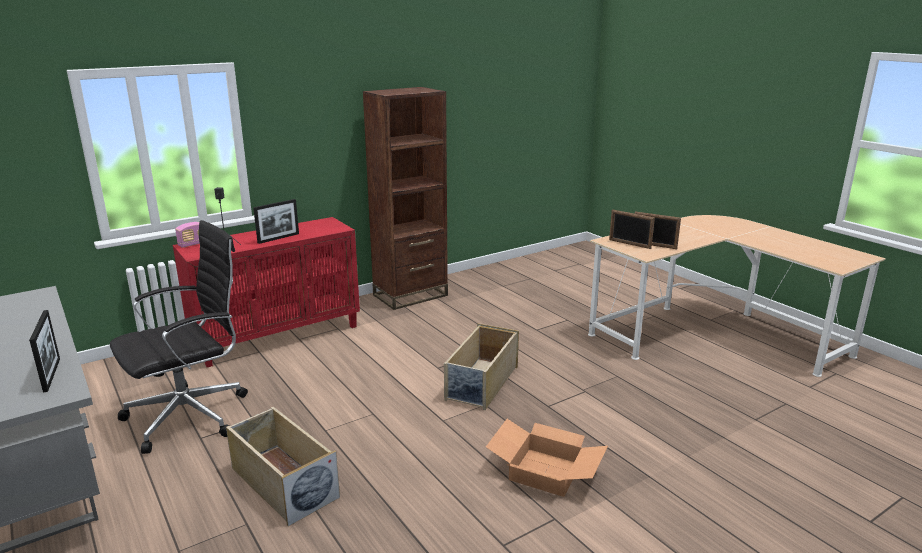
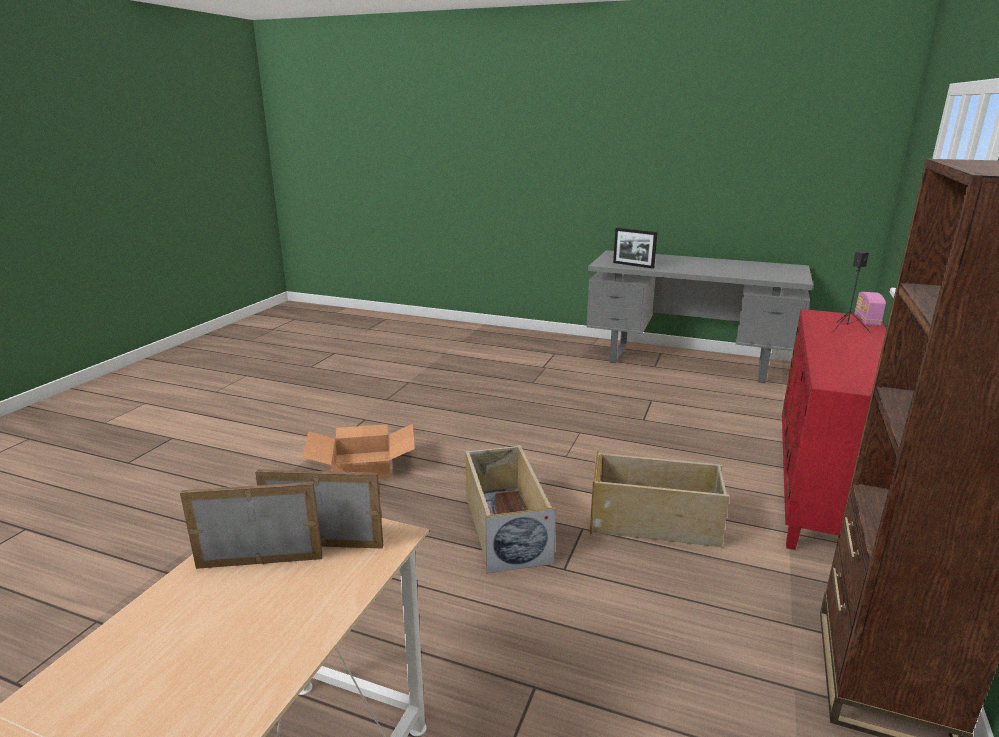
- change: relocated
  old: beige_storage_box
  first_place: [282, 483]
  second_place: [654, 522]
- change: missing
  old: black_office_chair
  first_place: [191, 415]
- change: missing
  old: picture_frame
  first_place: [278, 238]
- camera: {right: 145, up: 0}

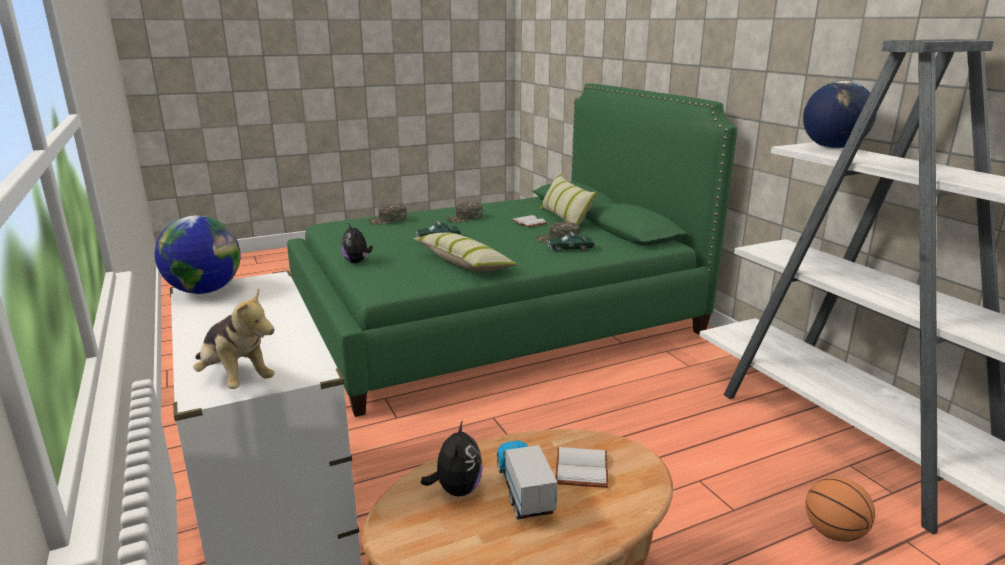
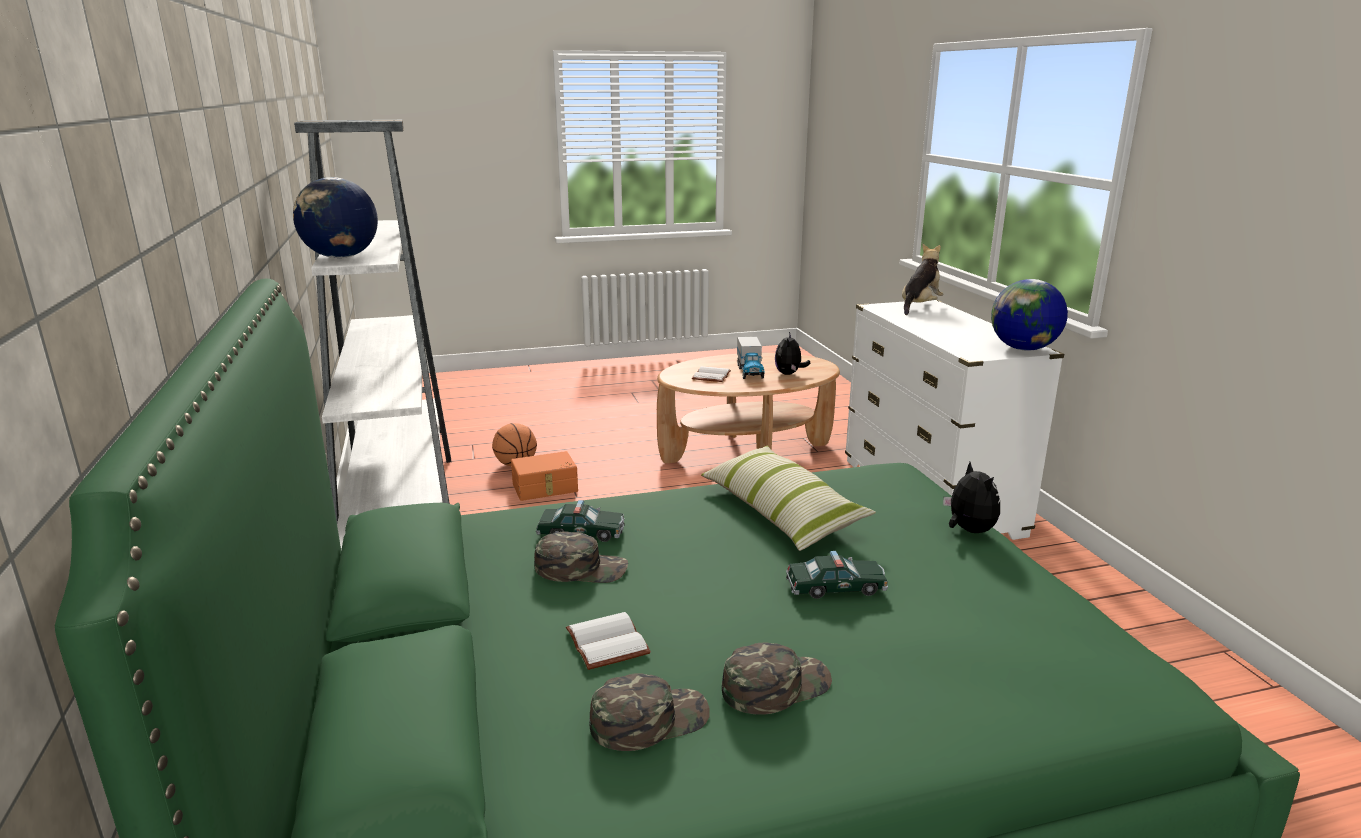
- change: appeared
  new: orange_storage_box
  second_place: [545, 488]
- change: relocated
  old: green_cap
  first_place: [387, 220]
  second_place: [649, 719]
- change: spun
  old: plush_toy
  first_place: [235, 379]
  second_place: [919, 306]
  degrees: 75
- change: missing
  old: pillow
  first_place: [565, 219]
- camera: {right: -170, up: 0}

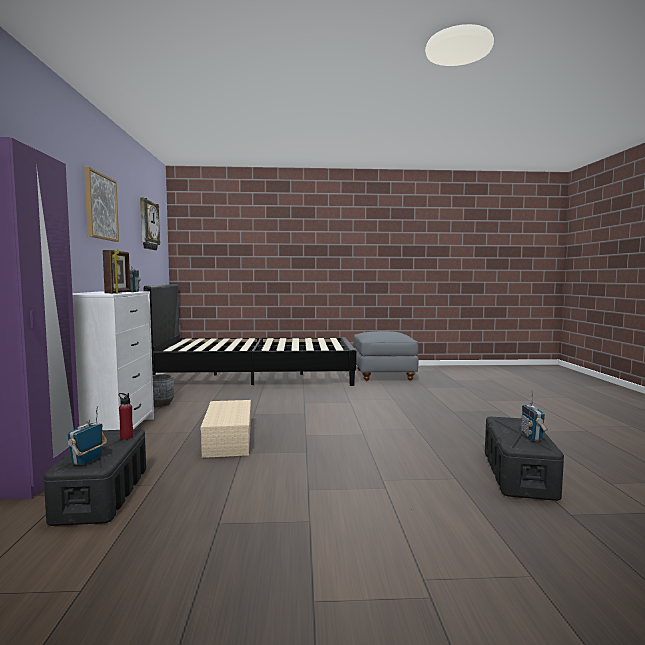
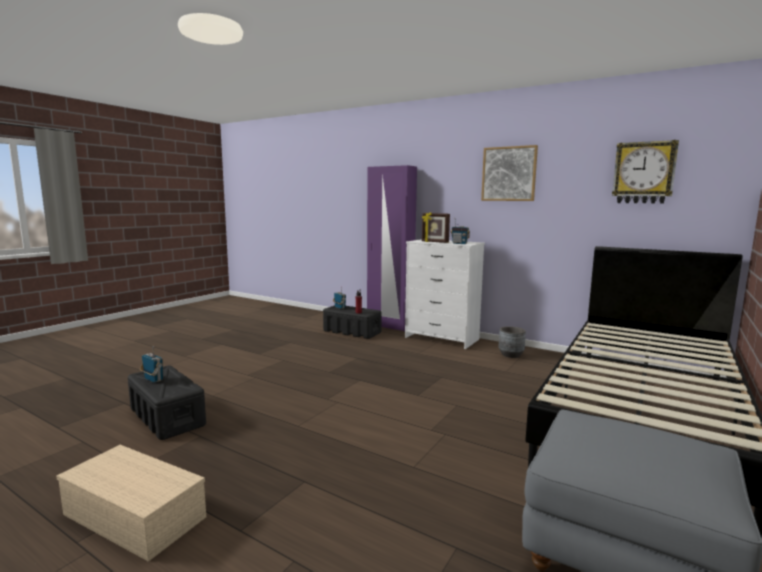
- change: relocated
  old: beige_storage_box
  first_place: [227, 439]
  second_place: [137, 515]
- camera: {right: 125, up: 5}

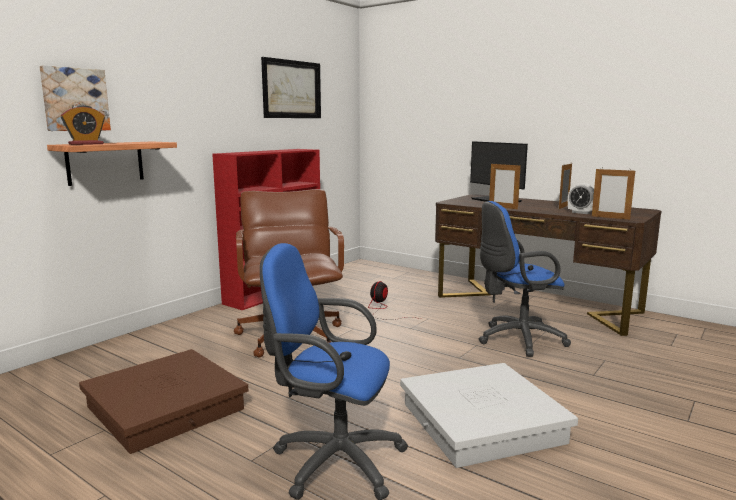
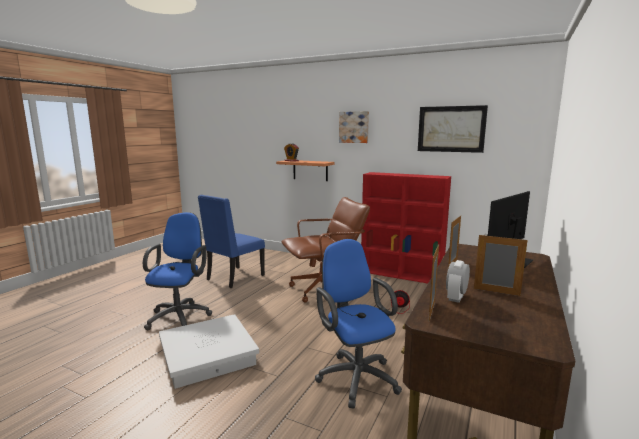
- change: exchanged
  old: brown_storage_box
  new: blue_chair
  first_place: [164, 408]
  second_place: [234, 278]
- change: relocated
  old: picture
  first_place: [75, 99]
  second_place: [354, 127]
- camera: {right: 80, up: 0}

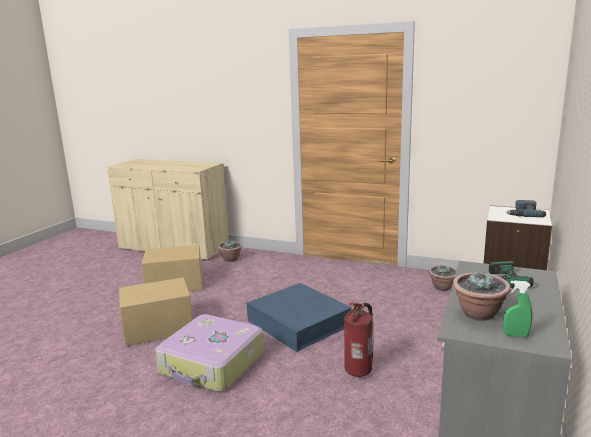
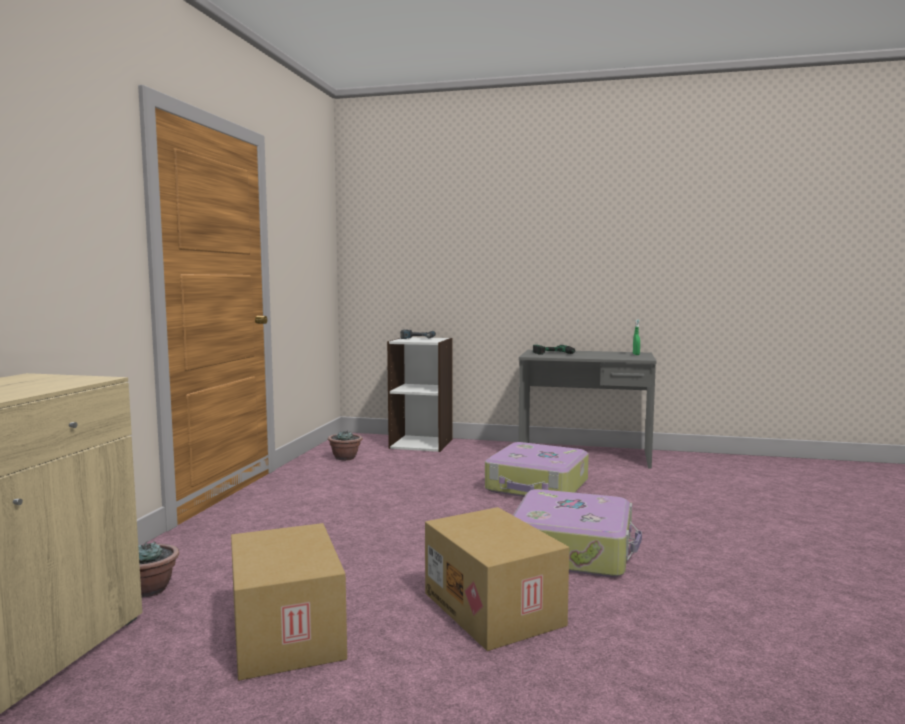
- change: exchanged
  old: fire_extinguisher
  new: suitcase
  first_place: [359, 370]
  second_place: [537, 486]
- change: missing
  old: blue_storage_box
  first_place: [298, 323]
- change: missing
  old: potted_plant
  first_place: [478, 314]
- camera: {right: -100, up: -10}

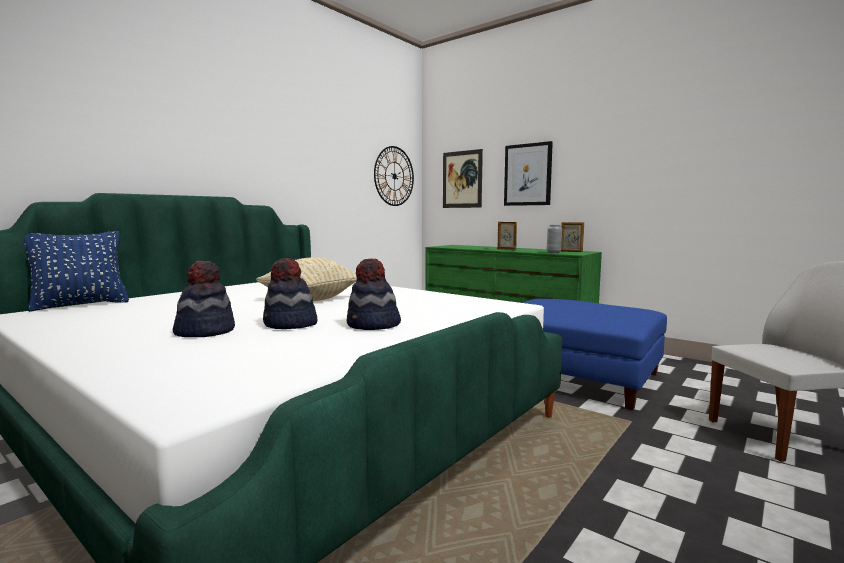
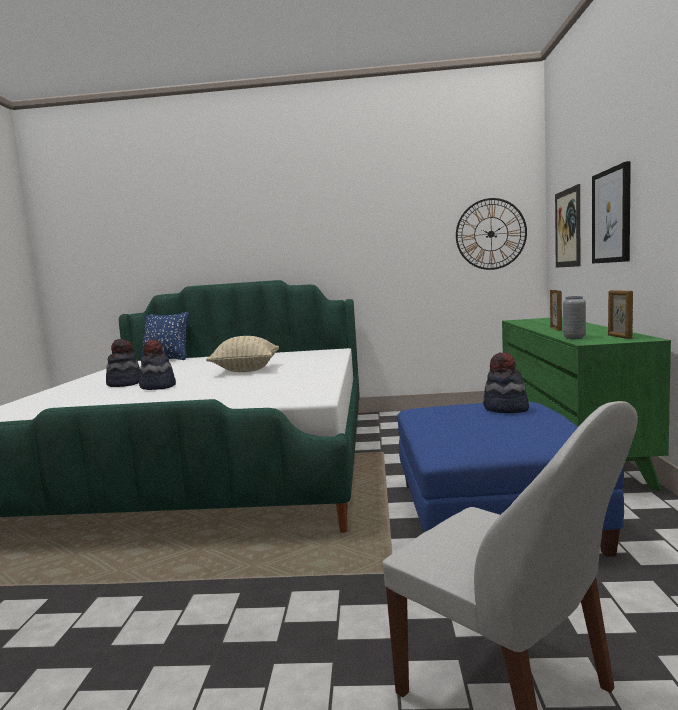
- change: relocated
  old: hat
  first_place: [373, 325]
  second_place: [505, 409]
- camera: {right: 55, up: 0}

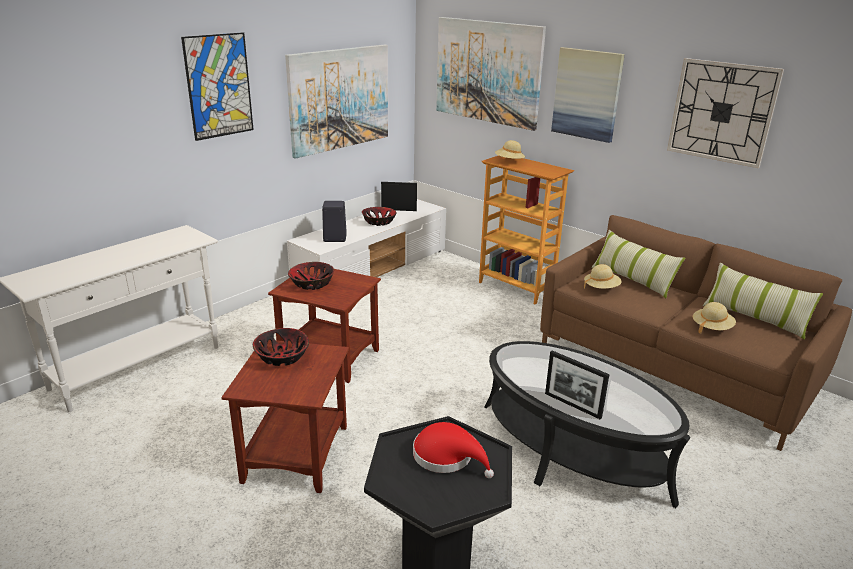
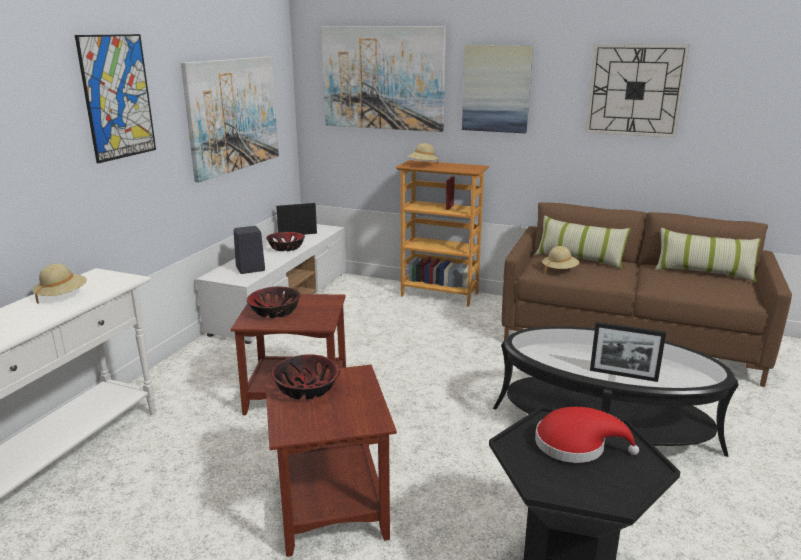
- change: relocated
  old: beige_hat
  first_place: [711, 327]
  second_place: [62, 296]
- camera: {right: -20, up: -5}

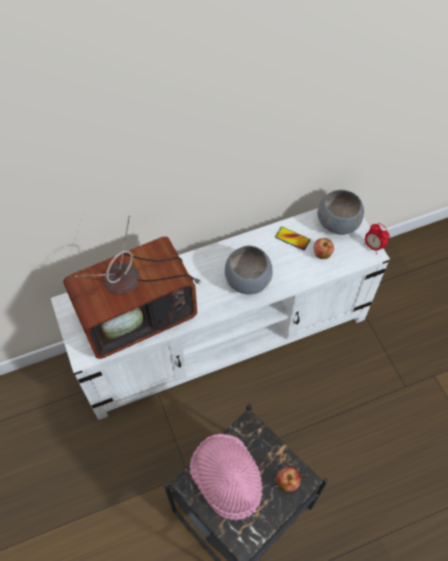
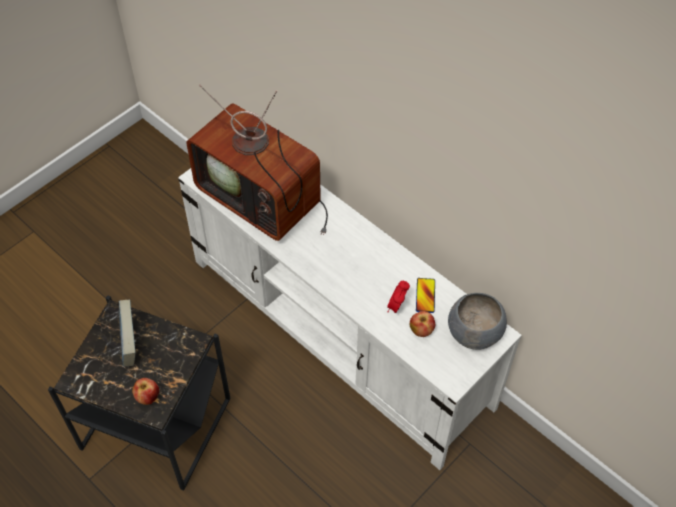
- change: exchanged
  old: pink_hat
  new: book
  first_place: [227, 480]
  second_place: [130, 345]
- change: relocated
  old: alarm_clock
  first_place: [373, 246]
  second_place: [397, 306]
- change: missing
  old: grey_bowl
  first_place: [247, 280]
- camera: {right: 65, up: -5}

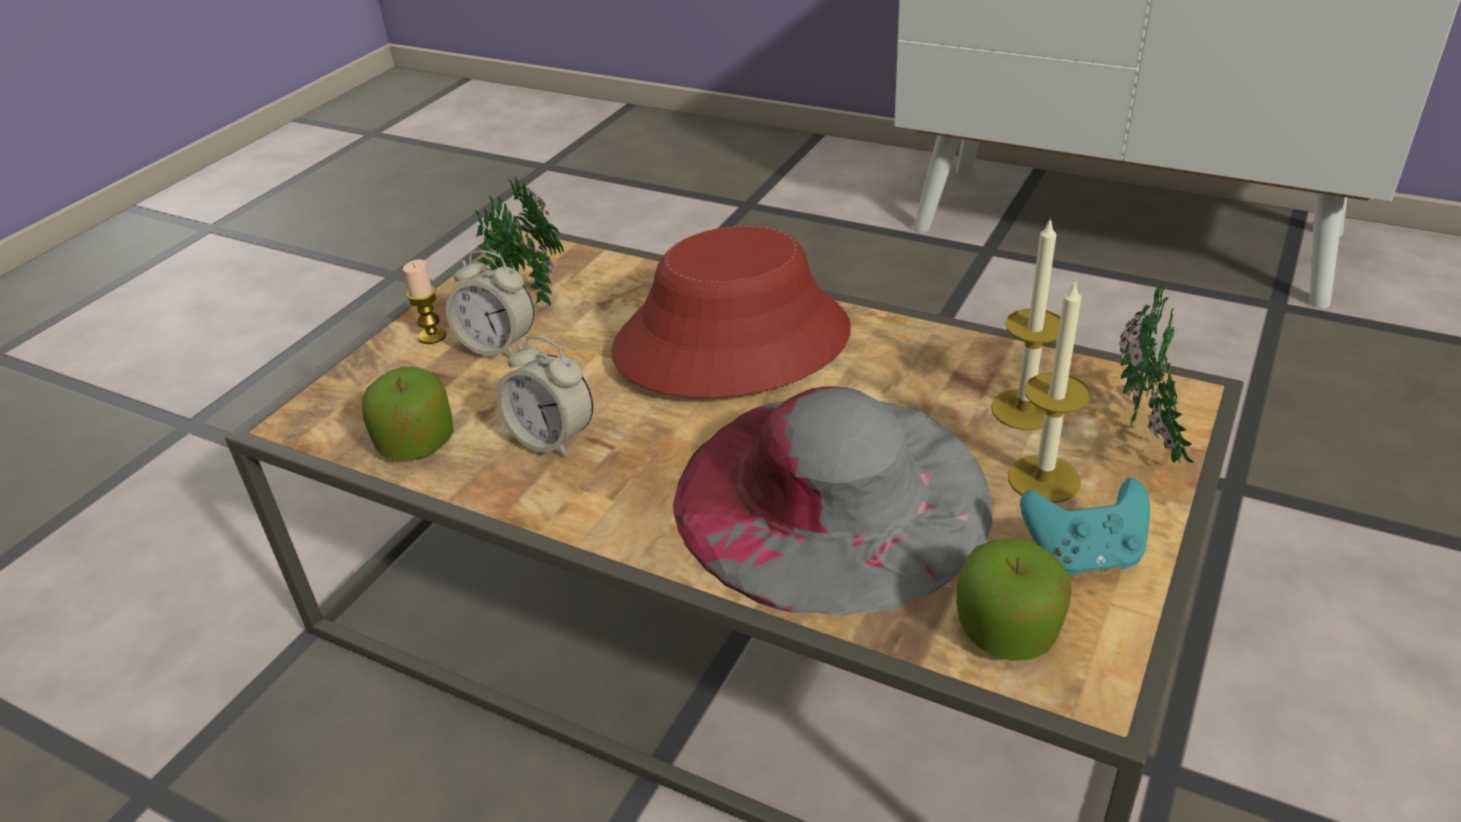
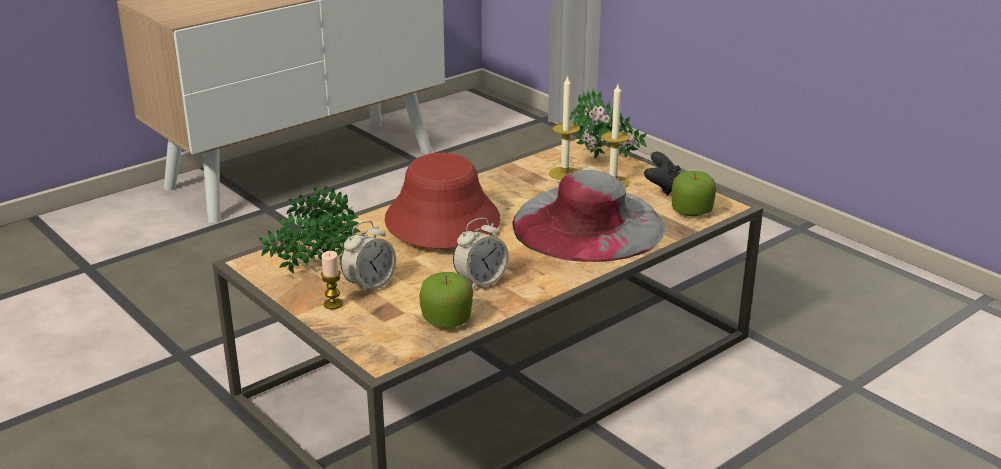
- change: colour
  old: turquoise_game_controller
  new: black_game_controller
  first_place: [1083, 556]
  second_place: [662, 188]
- camera: {right: -70, up: -10}

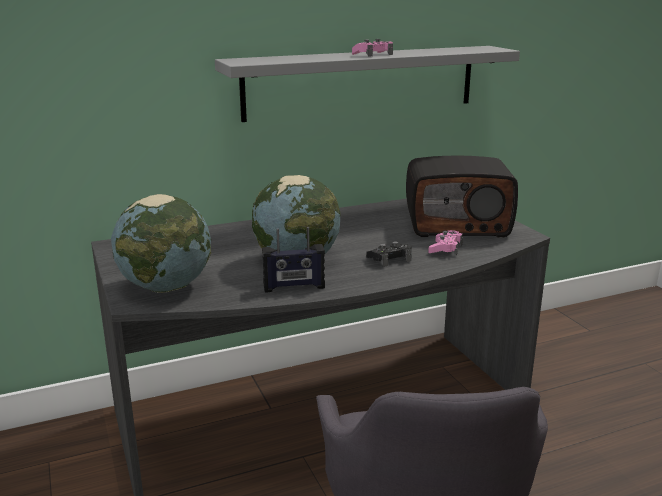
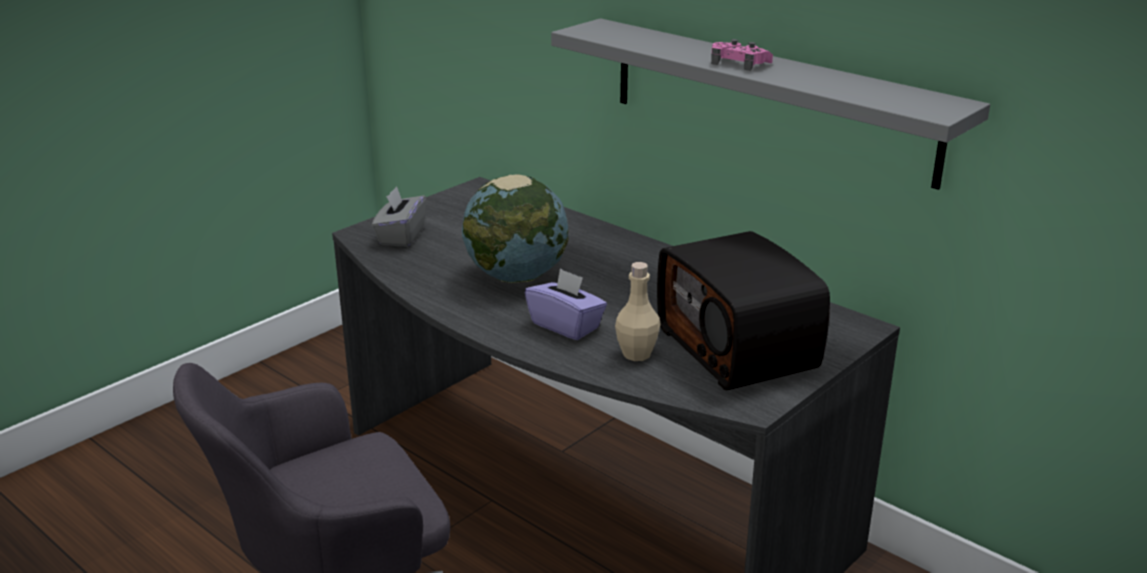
- change: exchanged
  old: globe
  new: grey_tissue_box
  first_place: [166, 287]
  second_place: [401, 236]
- change: exchanged
  old: black_game_controller
  new: purple_tissue_box
  first_place: [390, 259]
  second_place: [566, 325]
- change: exchanged
  old: pink_game_controller
  new: beige_bottle
  first_place: [445, 248]
  second_place: [636, 354]
- change: missing
  old: radio
  first_place: [294, 287]
- camera: {right: 65, up: 5}

